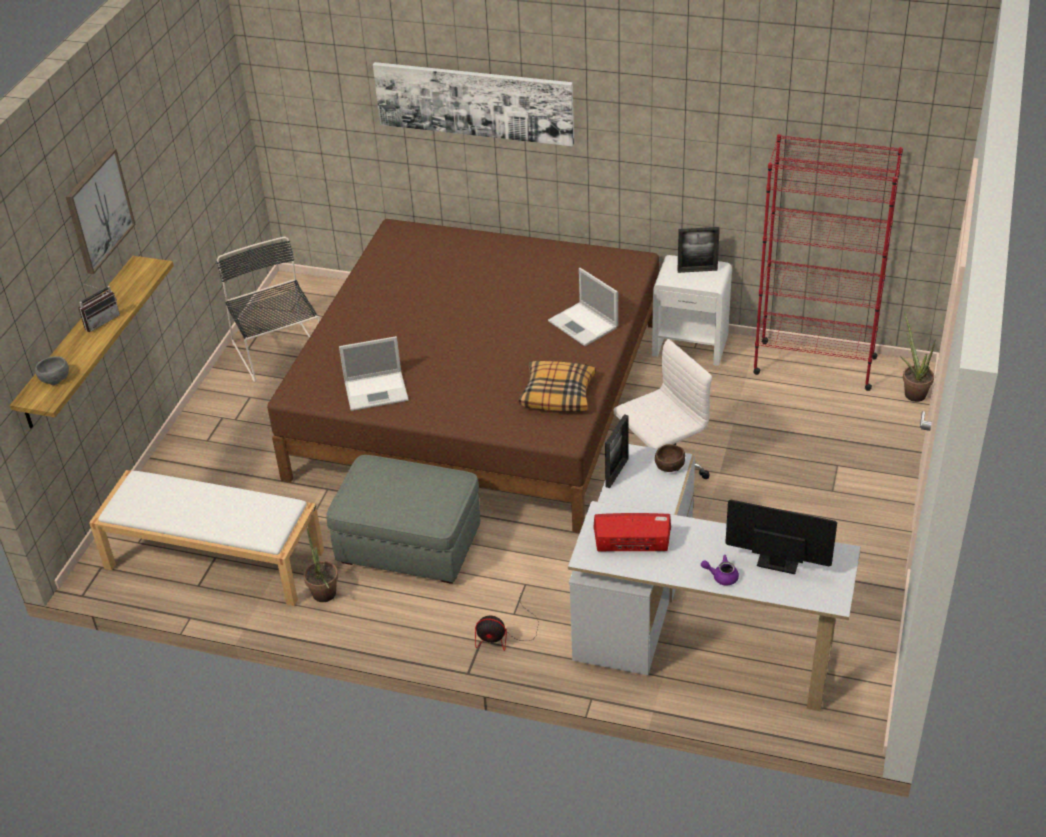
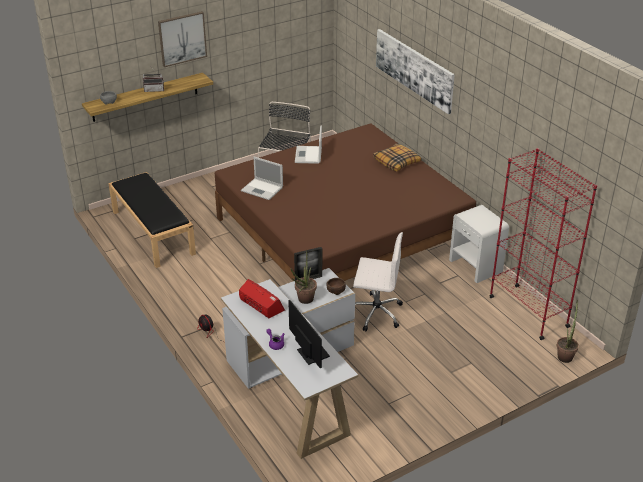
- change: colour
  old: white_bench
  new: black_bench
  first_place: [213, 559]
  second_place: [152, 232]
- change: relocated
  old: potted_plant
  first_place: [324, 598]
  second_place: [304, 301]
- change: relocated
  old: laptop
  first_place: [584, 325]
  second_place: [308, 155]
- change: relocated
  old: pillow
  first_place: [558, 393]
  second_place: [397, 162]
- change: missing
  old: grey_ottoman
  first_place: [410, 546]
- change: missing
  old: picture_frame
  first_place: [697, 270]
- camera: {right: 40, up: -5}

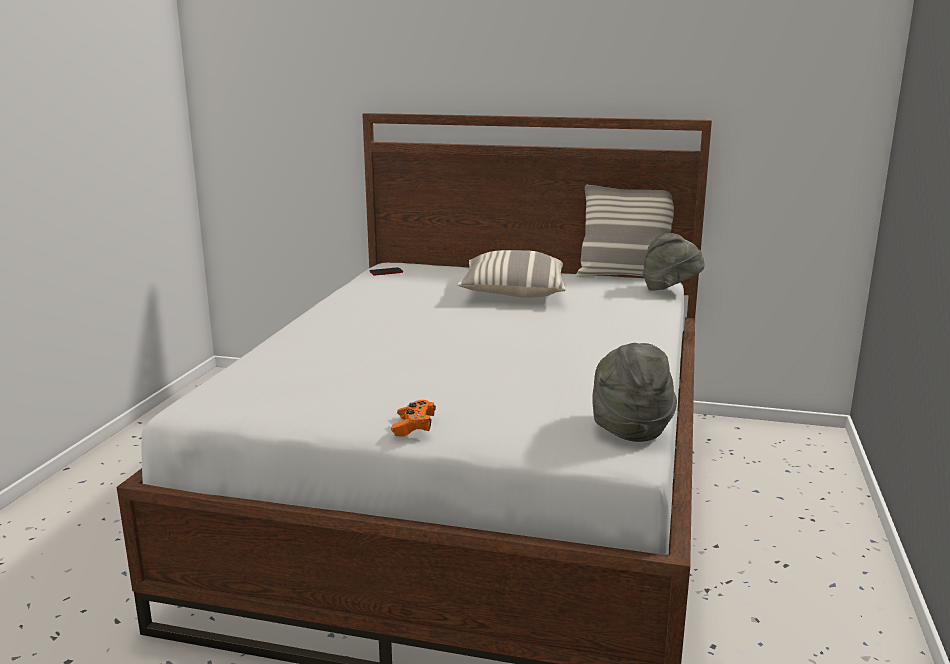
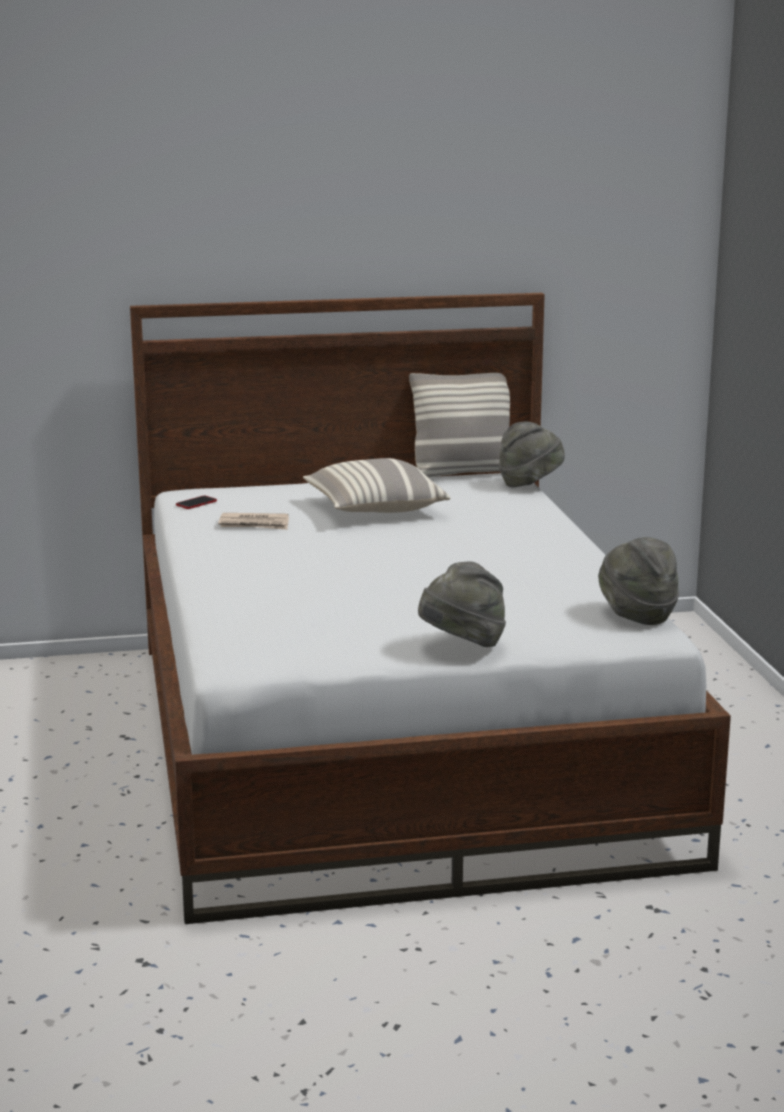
- change: appeared
  new: newspaper
  second_place: [254, 524]
- change: exchanged
  old: orange_game_controller
  new: grey_hat
  first_place: [414, 427]
  second_place: [462, 646]
- camera: {right: -25, up: 0}

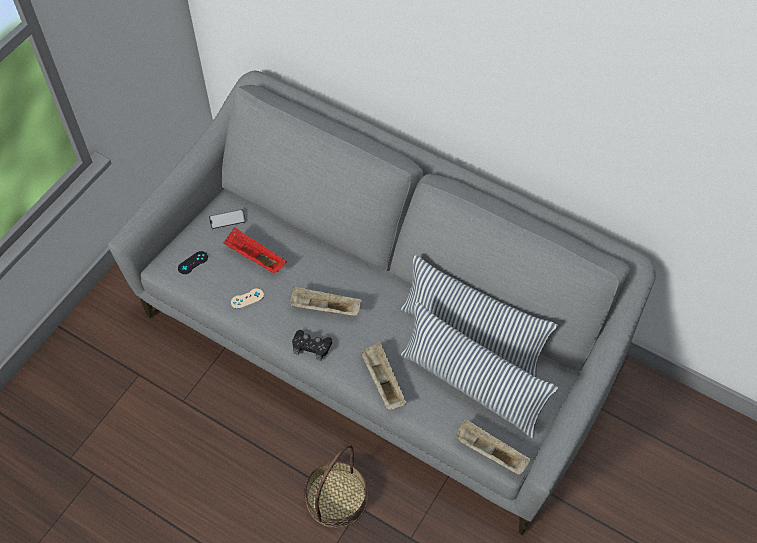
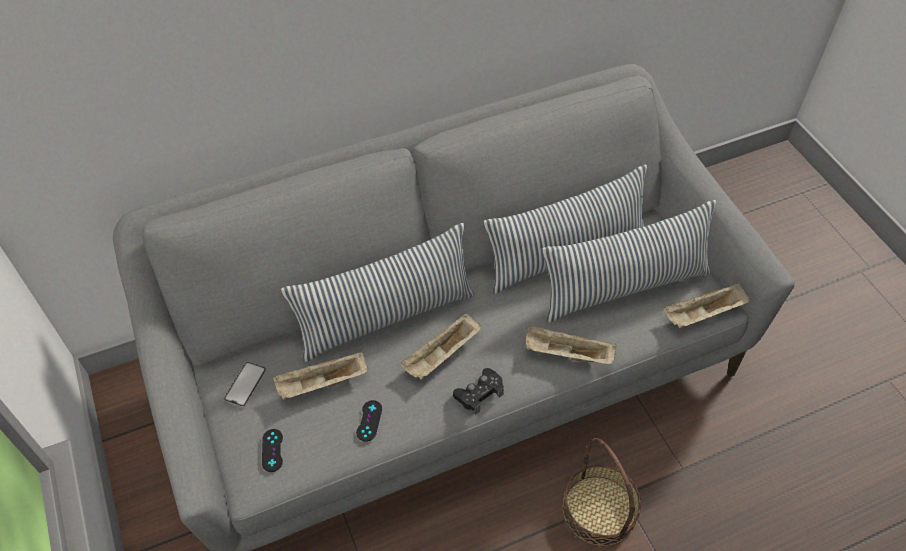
- change: colour
  old: red_tray
  new: beige_tray
  first_place: [254, 257]
  second_place: [322, 384]
- change: appeared
  new: pillow
  second_place: [386, 317]
- change: colour
  old: beige_game_controller
  new: black_game_controller
  first_place: [247, 298]
  second_place: [369, 421]
- camera: {right: -55, up: -5}

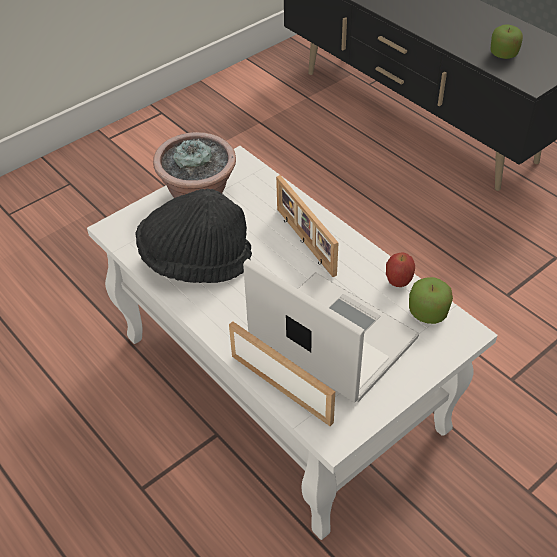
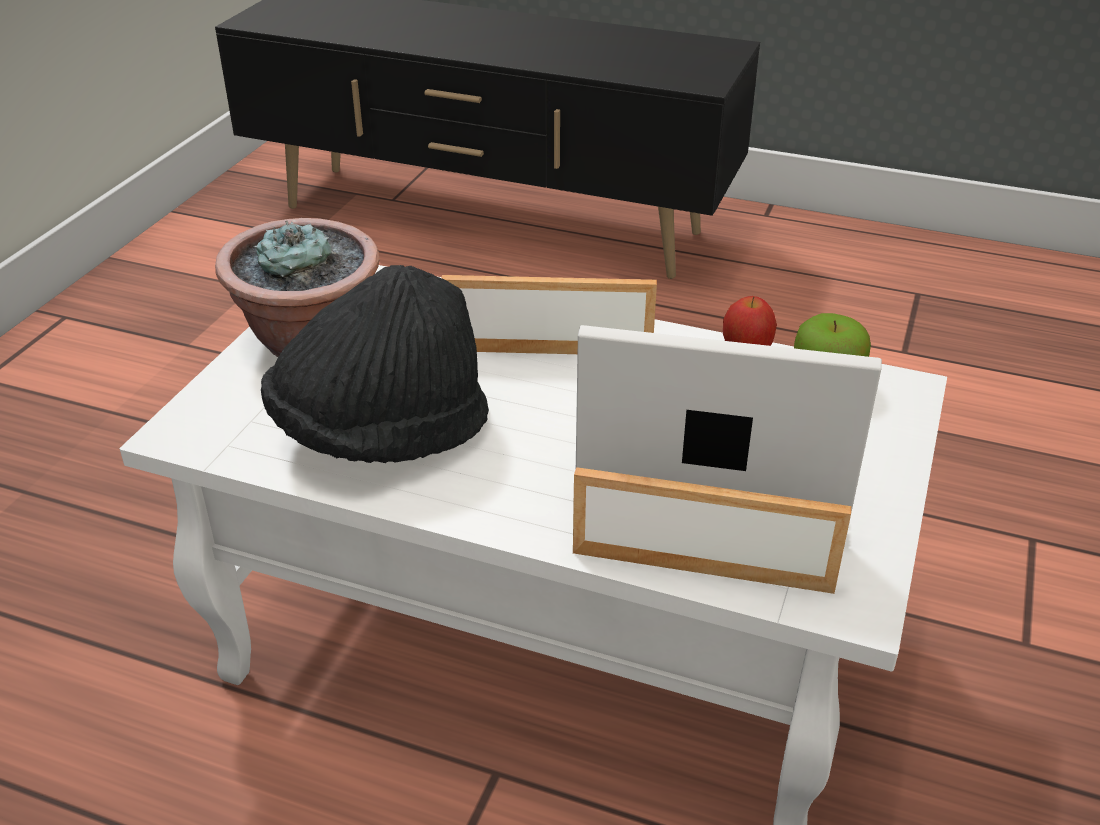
- change: spun
  old: picture_frame
  first_place: [304, 241]
  second_place: [549, 349]
  degrees: 150
- change: missing
  old: apple
  first_place: [503, 54]
- camera: {right: -30, up: -10}

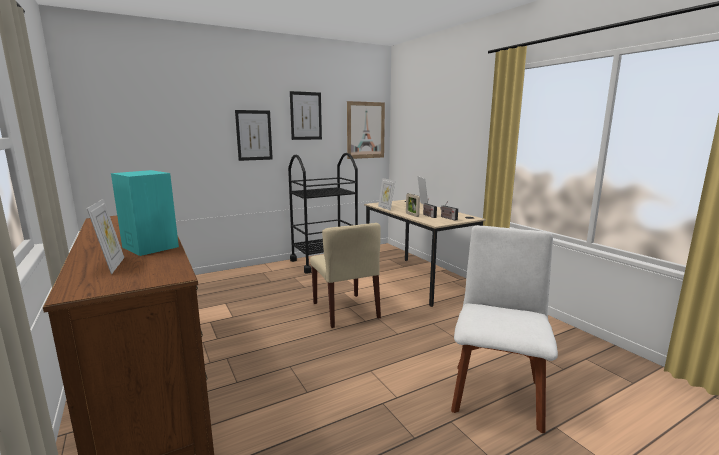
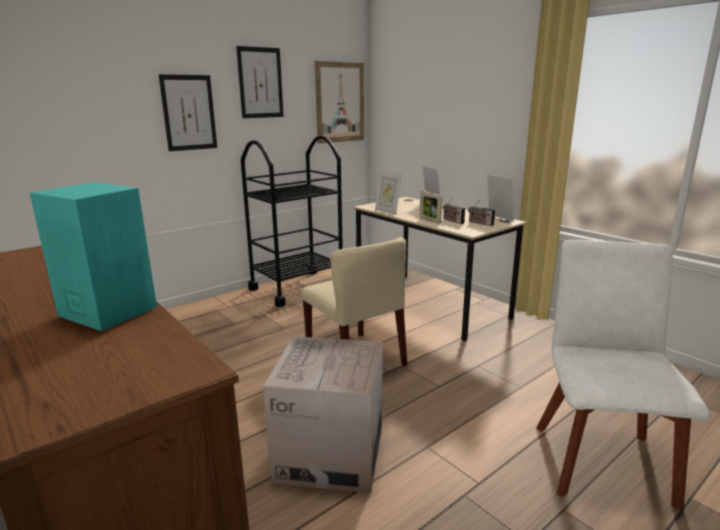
- change: appeared
  new: cardboard_box
  second_place: [330, 453]
- change: relocated
  old: picture_frame
  first_place: [112, 266]
  second_place: [498, 218]
- camera: {right: -10, up: 5}

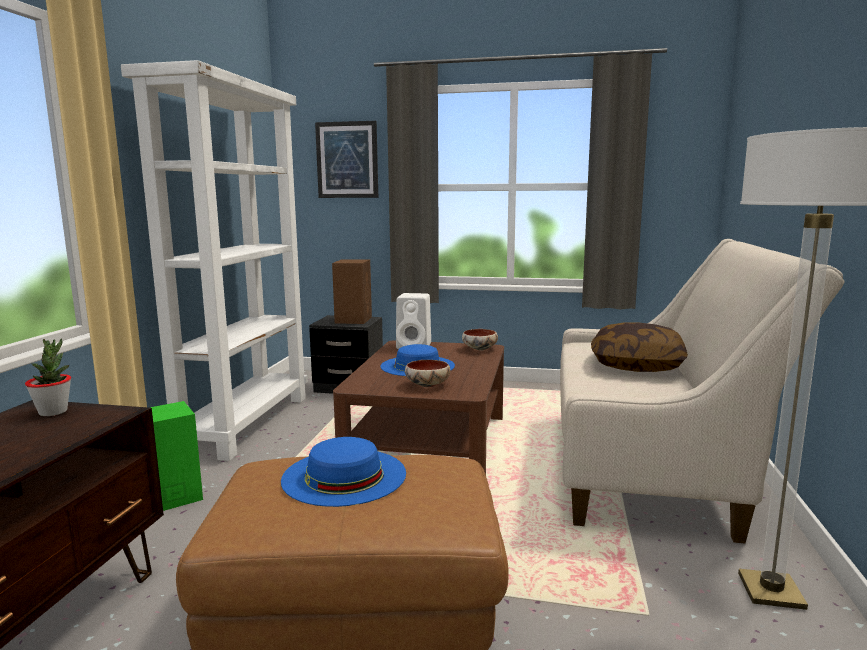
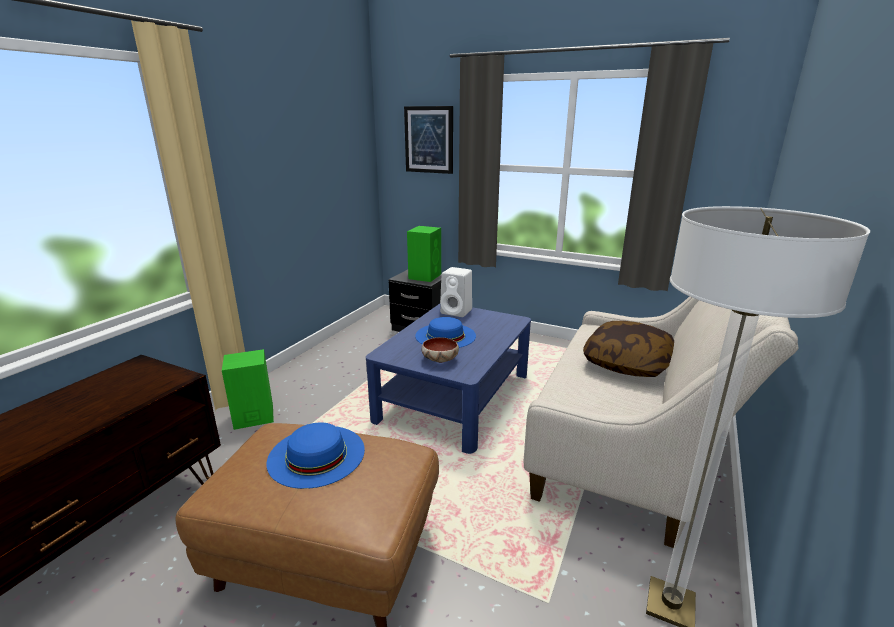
- change: colour
  old: brown_coffee_table
  new: blue_coffee_table
  first_place: [430, 446]
  second_place: [455, 397]
- change: colour
  old: brown_speaker
  new: green_speaker
  first_place: [353, 319]
  second_place: [425, 276]
- change: missing
  old: potted_plant
  first_place: [53, 412]
- change: missing
  old: white_bookcase
  first_place: [246, 423]
- change: missing
  old: bowl
  first_place: [479, 349]
- camera: {right: 15, up: 10}

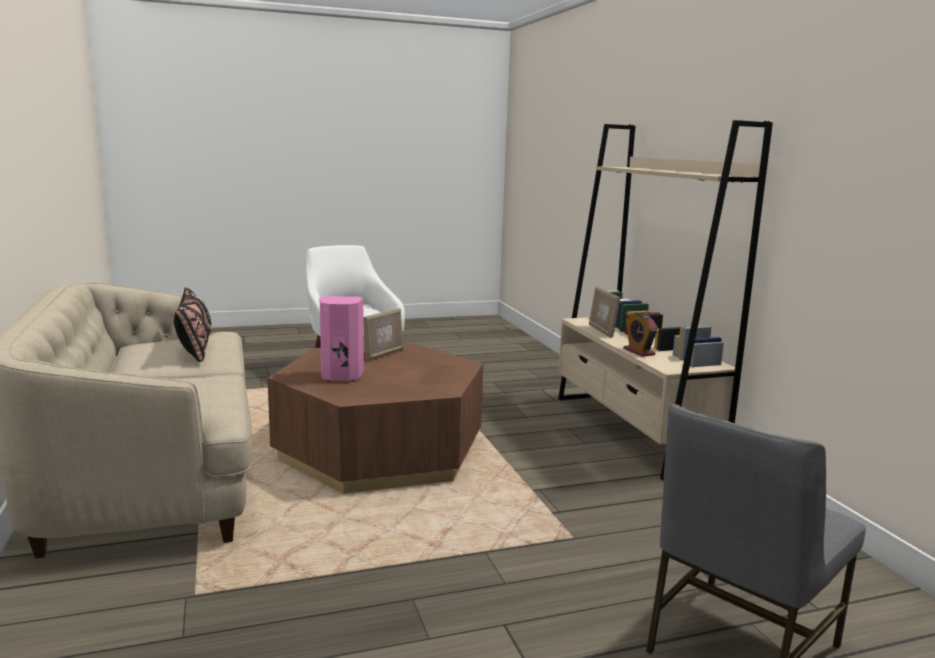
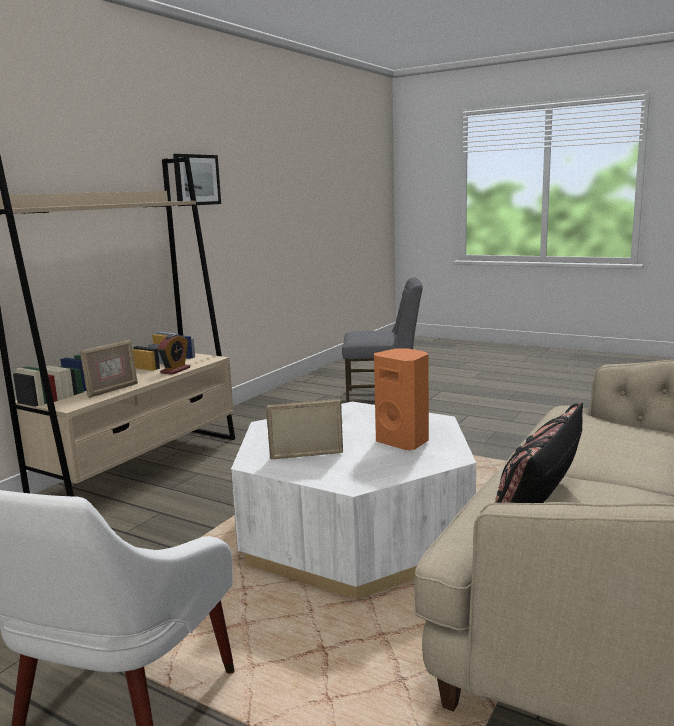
- change: appeared
  new: picture
  second_place: [196, 180]
- change: colour
  old: brown_coffee_table
  new: white_coffee_table
  first_place: [380, 450]
  second_place: [355, 532]
- change: colour
  old: pink_speaker
  new: orange_speaker
  first_place: [341, 376]
  second_place: [403, 442]
- camera: {right: -130, up: 0}

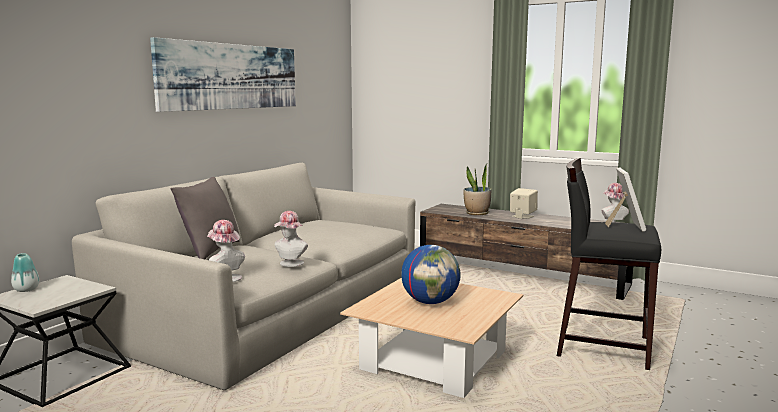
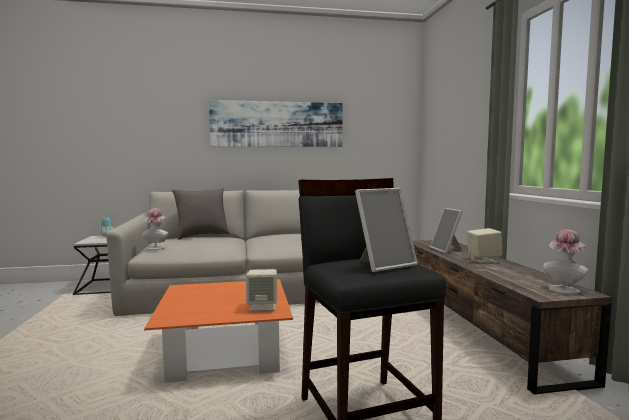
- change: colour
  old: beige_coffee_table
  new: orange_coffee_table
  first_place: [434, 361]
  second_place: [225, 353]
- change: appeared
  new: beige_speaker
  second_place: [263, 306]
- change: exchanged
  old: potted_plant
  new: picture_frame
  first_place: [477, 213]
  second_place: [447, 250]
- change: missing
  old: hat
  first_place: [290, 264]
- change: missing
  old: globe
  first_place: [430, 302]
- camera: {right: 50, up: -5}

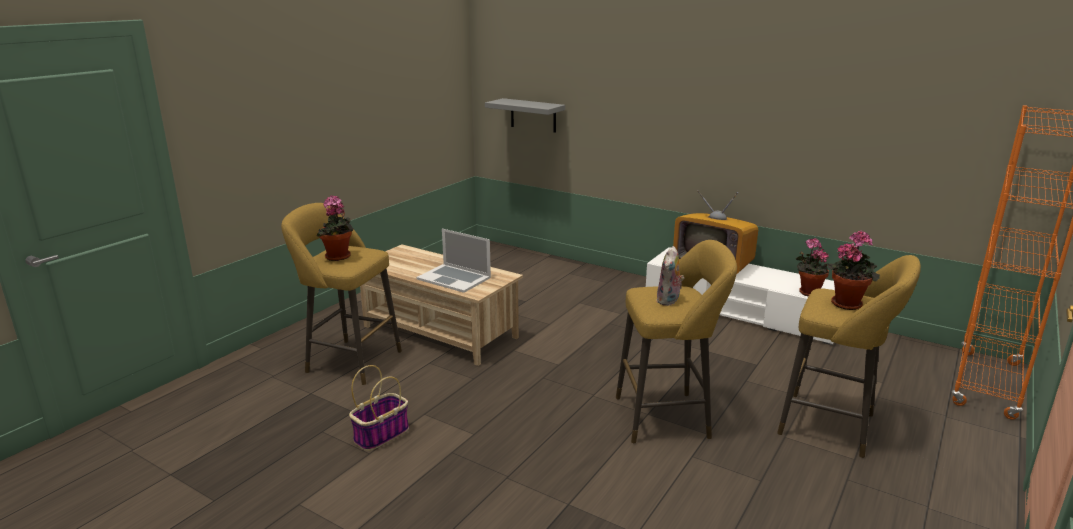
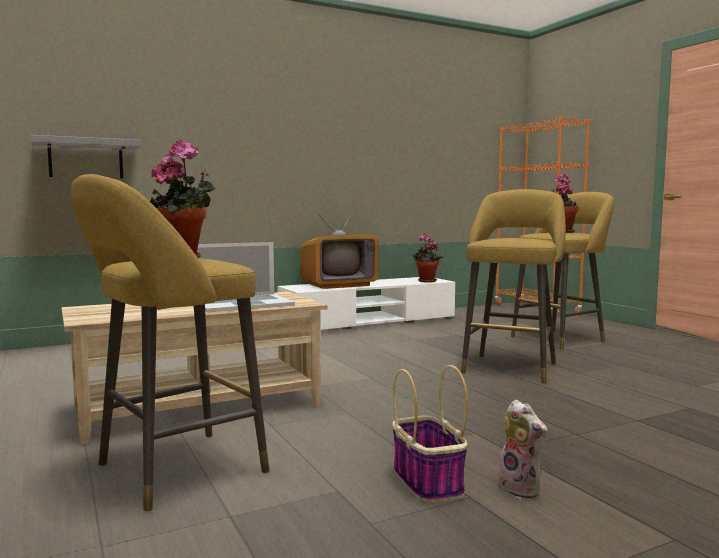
- change: relocated
  old: plush_toy
  first_place: [669, 301]
  second_place: [521, 488]
- camera: {right: -60, up: -15}

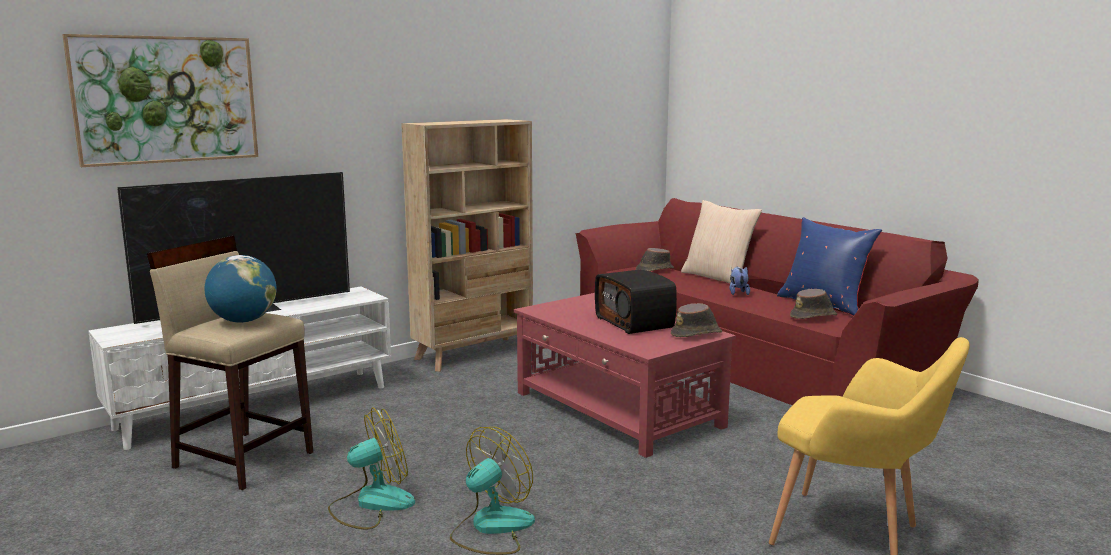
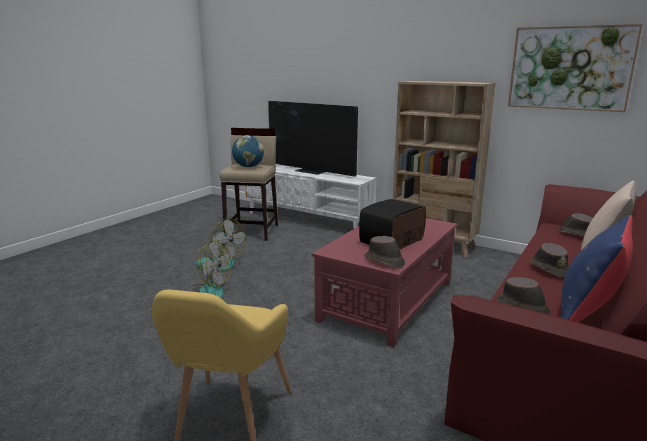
- change: relocated
  old: picture
  first_place: [166, 99]
  second_place: [570, 68]
- change: exchanged
  old: plush_toy
  new: brown_hat
  first_place: [738, 293]
  second_place: [549, 269]
- camera: {right: 70, up: 5}

